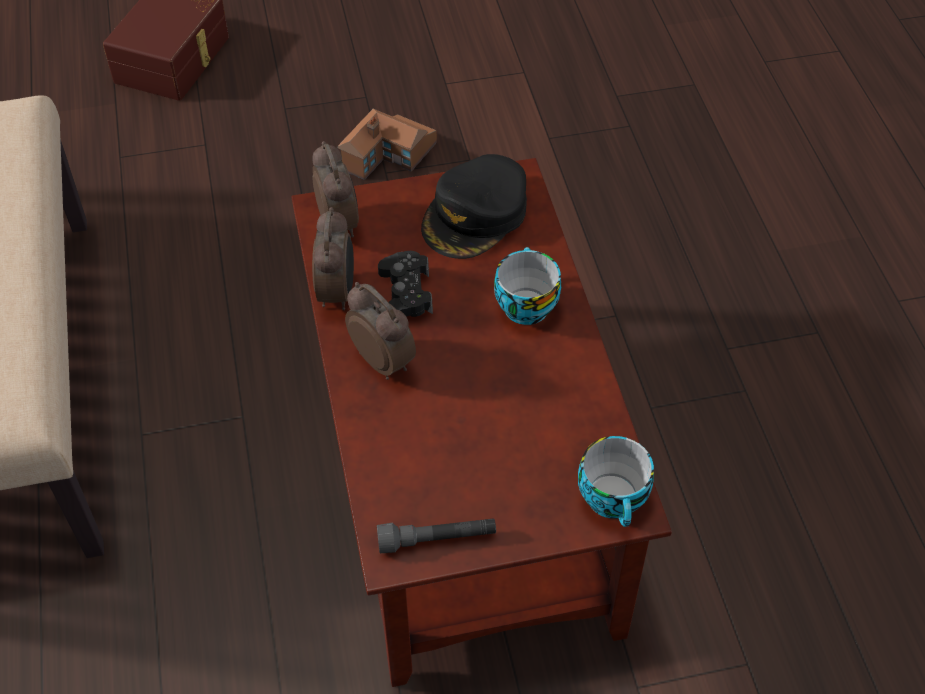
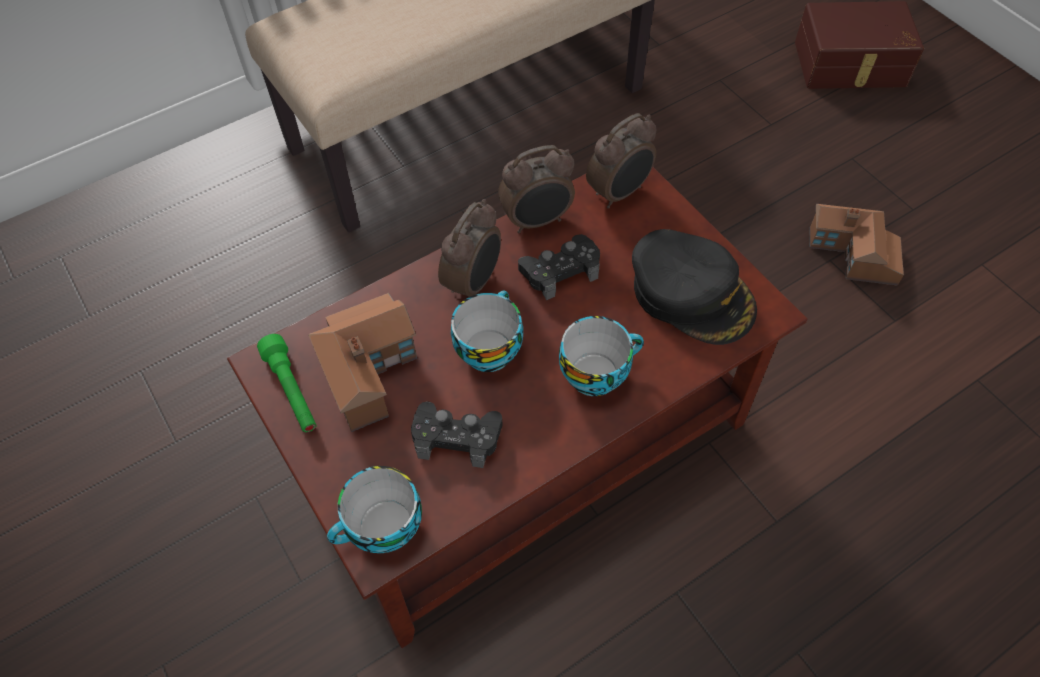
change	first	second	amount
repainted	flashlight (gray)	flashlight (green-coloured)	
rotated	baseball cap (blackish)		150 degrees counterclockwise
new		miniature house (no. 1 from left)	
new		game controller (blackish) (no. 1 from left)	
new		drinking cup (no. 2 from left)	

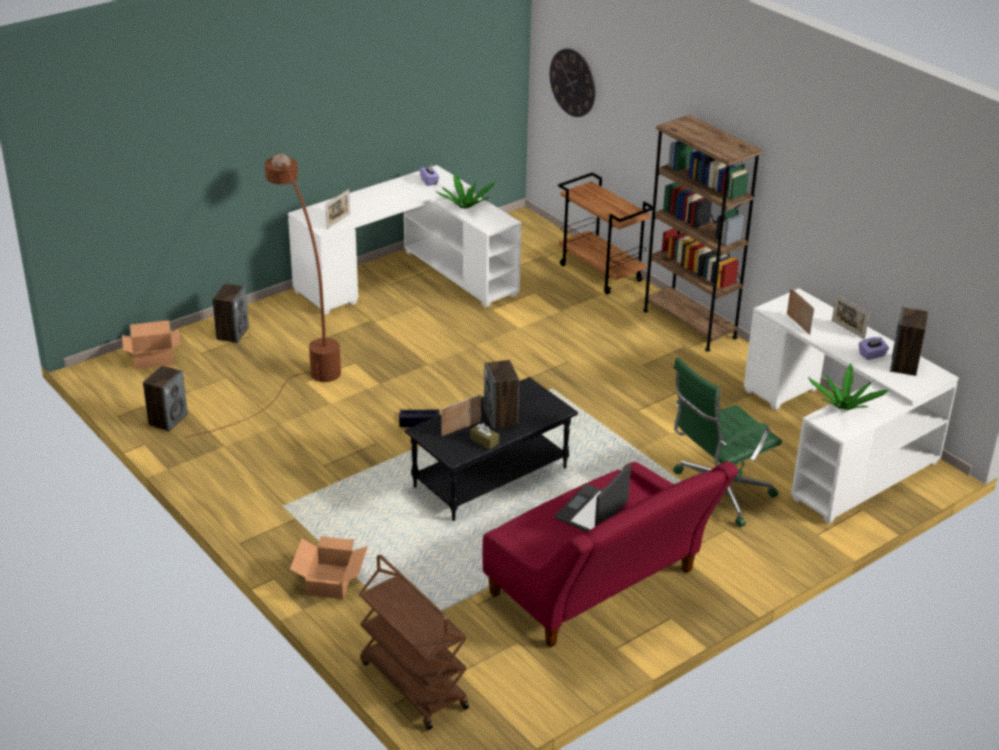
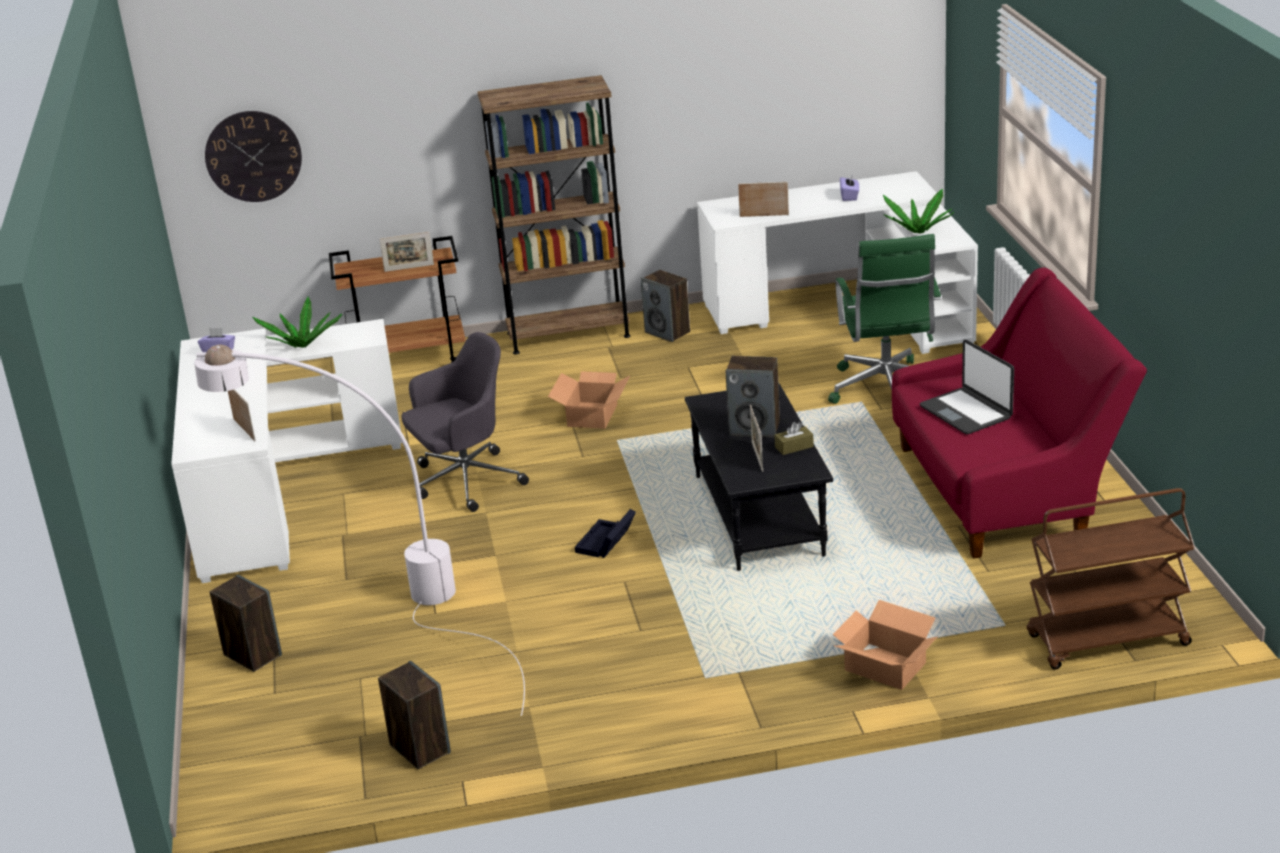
change	first	second	amount
shifted	carton (no. 1 from left)		
repainted	standing lamp (brown)	standing lamp (white)	
shifted	picture frame (no. 4 from left in the first image)	picture frame (no. 2 from left)	
shifted	loudspeaker (no. 4 from left in the first image)	loudspeaker (no. 3 from left)	
new		computer chair (gray)	

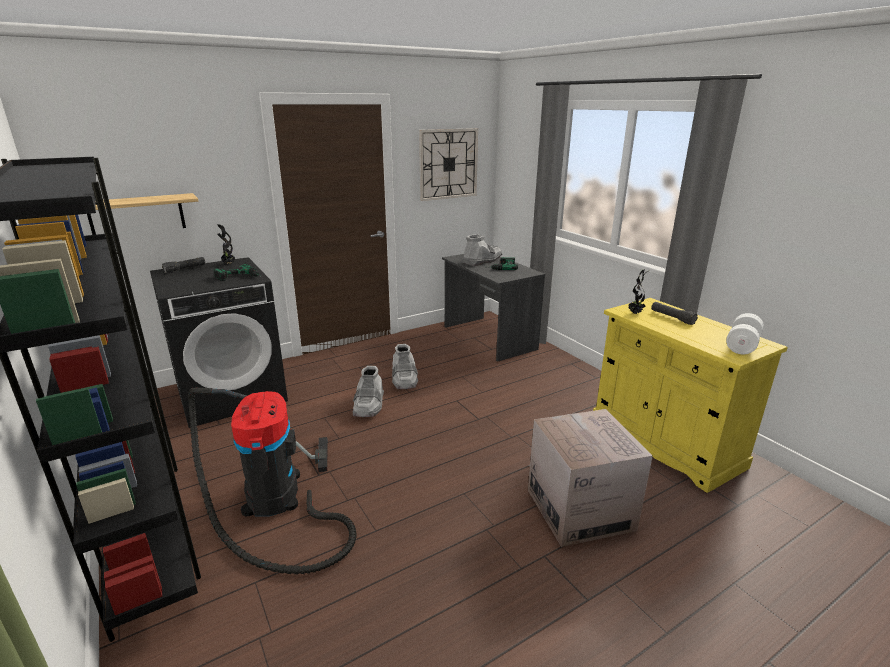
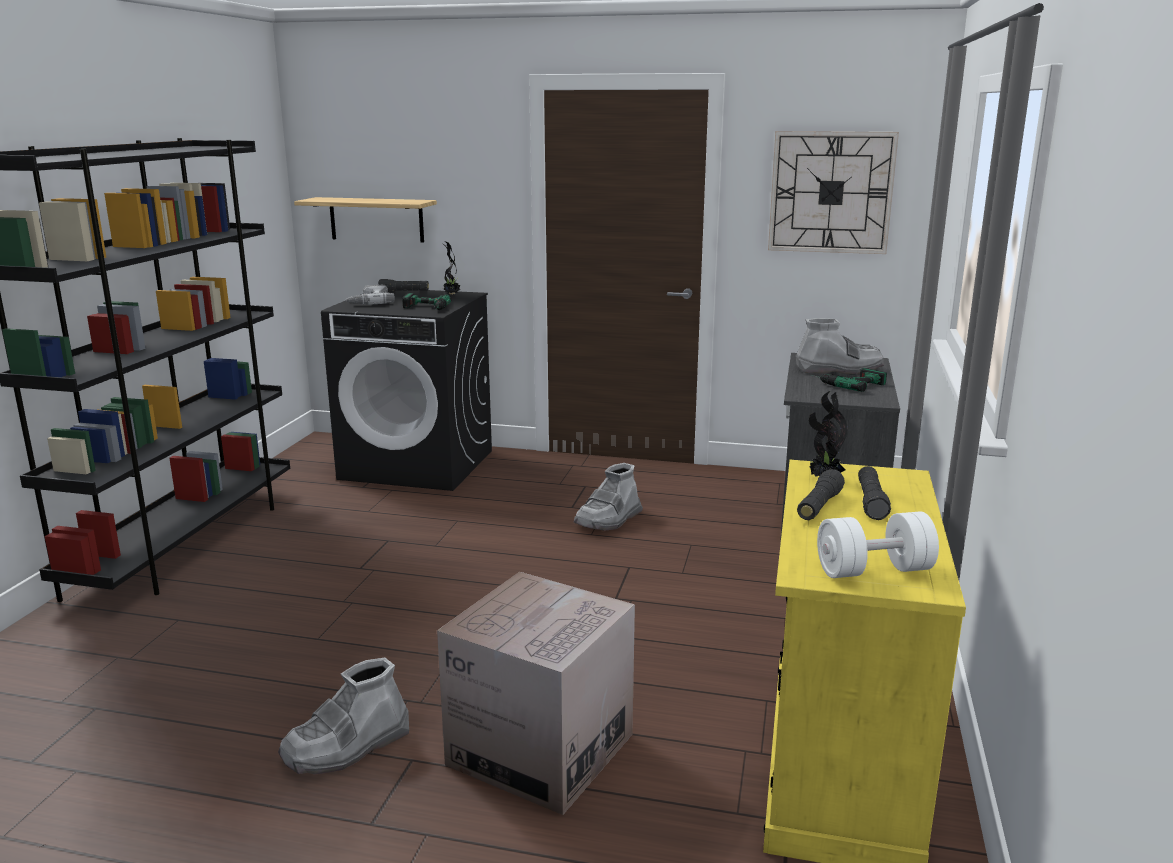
change	first	second	amount
gone	vacuum cleaner		
shifted	tall boot (gray) (no. 1 from left)		
new		electric drill (no. 1 from left)	
new		flashlight (blackish) (no. 2 from left)	

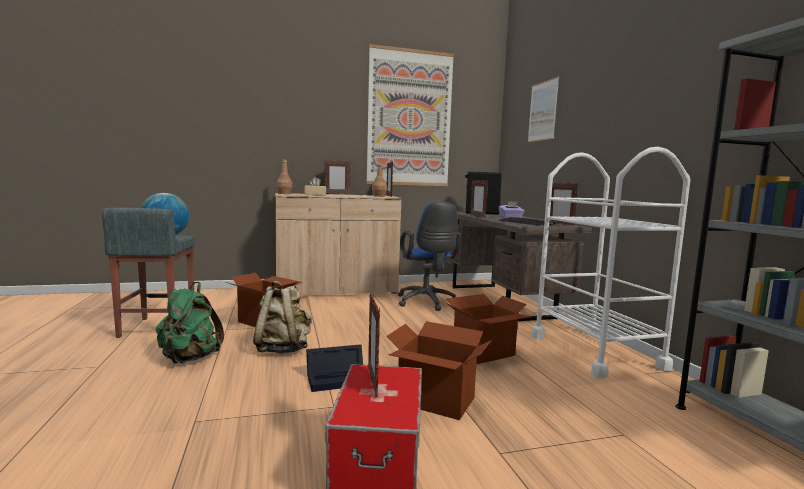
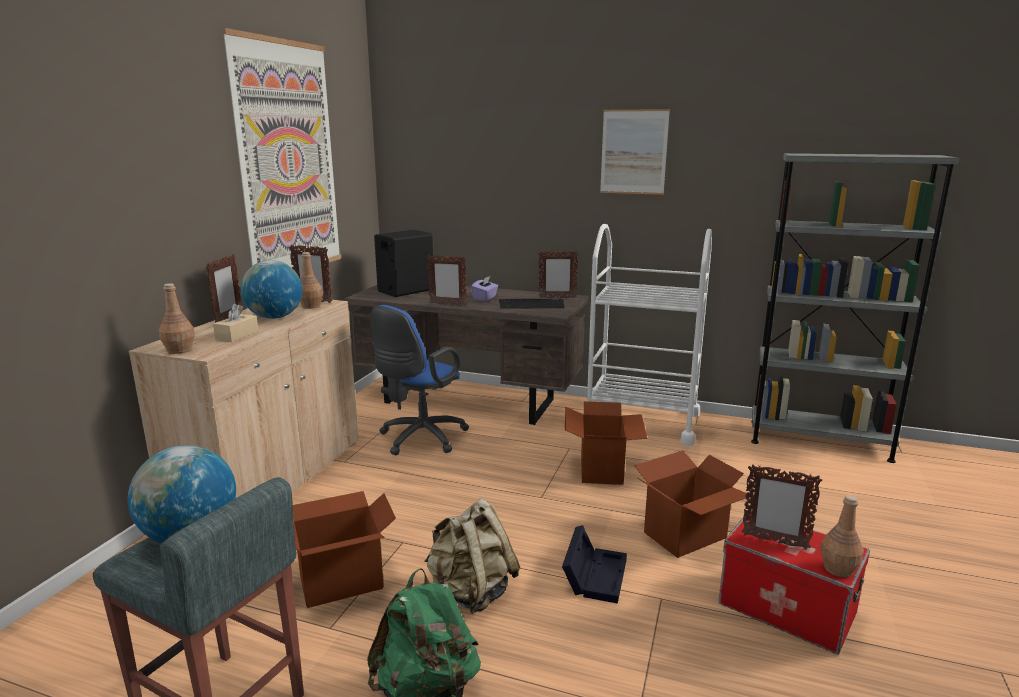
change	first	second	amount
rotated	computer chair (blue)		105 degrees clockwise
shifted	picture (no. 2 from left)		
new		world globe (no. 2 from left)	
new		bottle (brown) (no. 3 from left)	

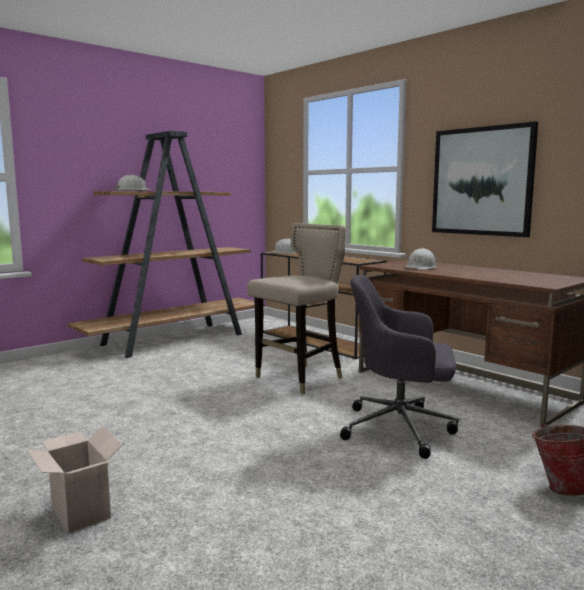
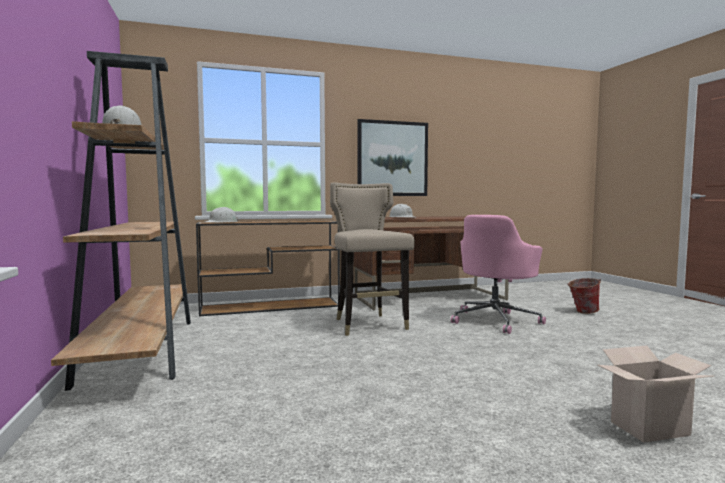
change	first	second	amount
repainted	computer chair (gray)	computer chair (pinkish)	

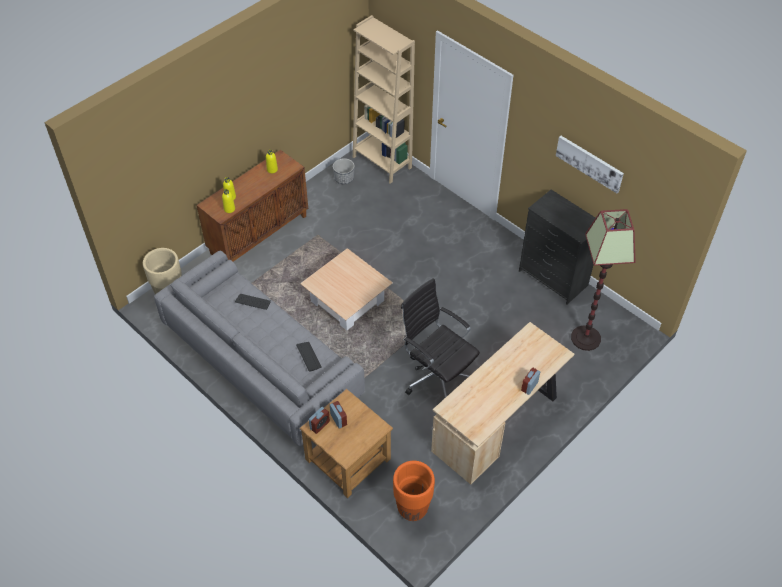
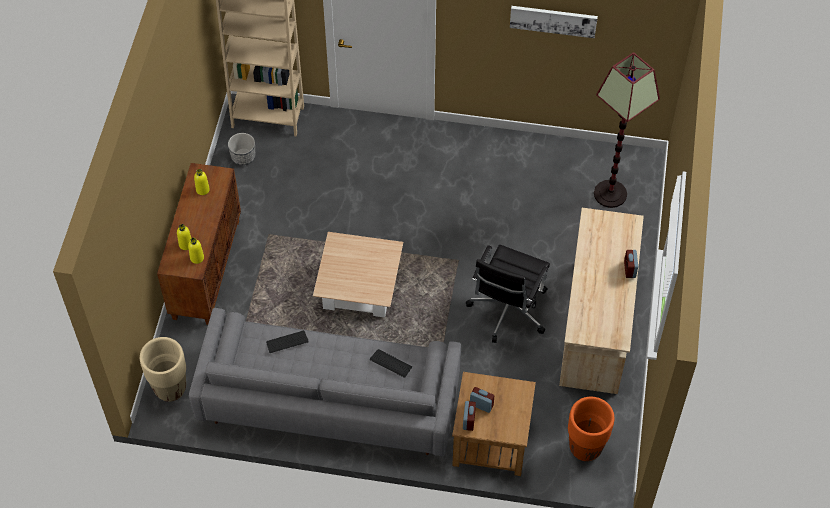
change	first	second	amount
rotated	computer chair (blackish)		75 degrees counterclockwise
gone	chest of drawers (blackish)		

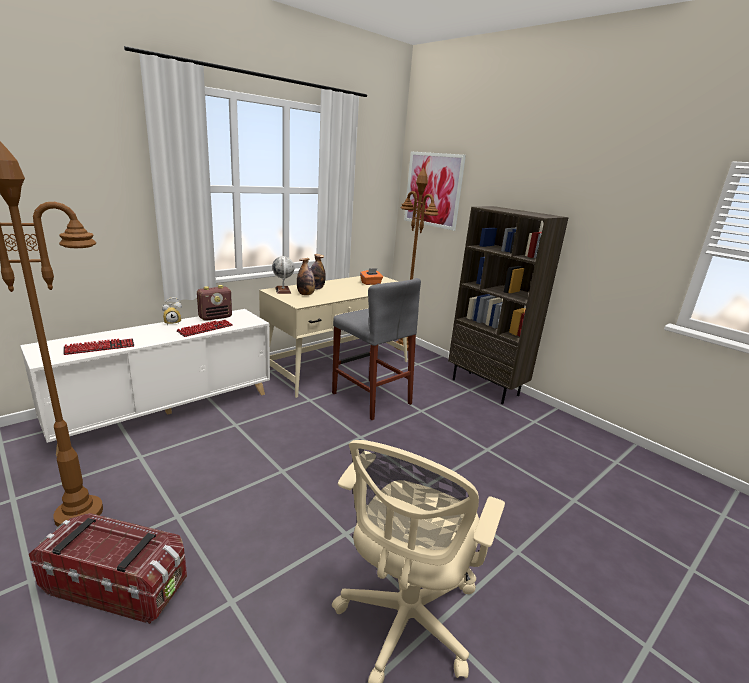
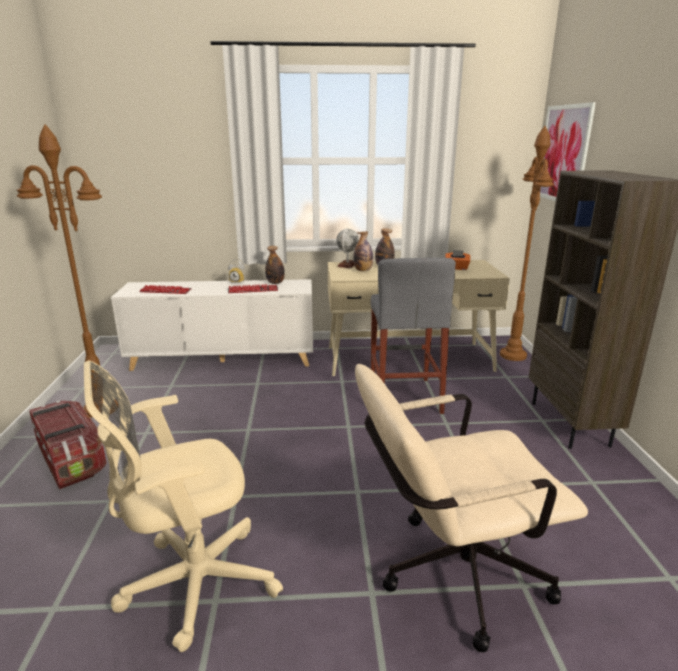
change	first	second	amount
swapped	radio	bottle (no. 1 from left)	
new		computer chair (sand-coloured) (no. 2 from left)	

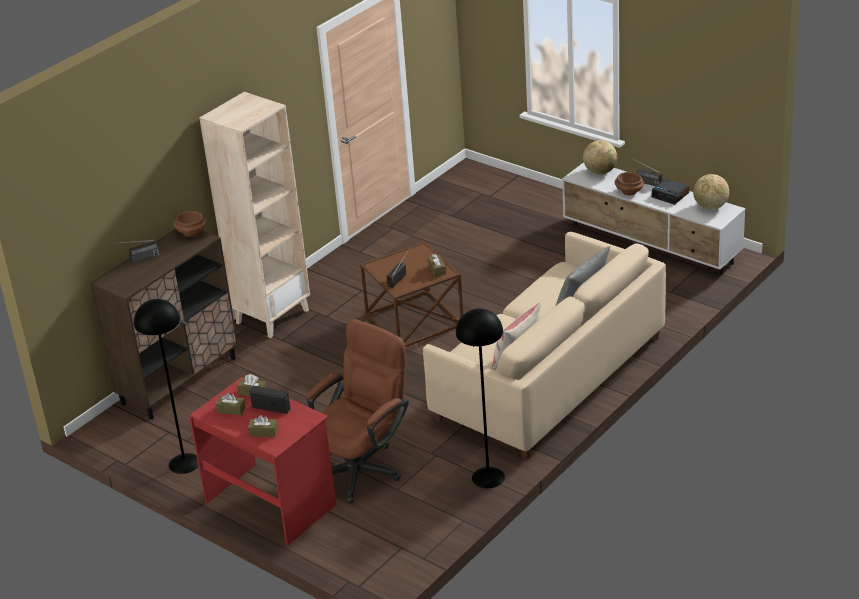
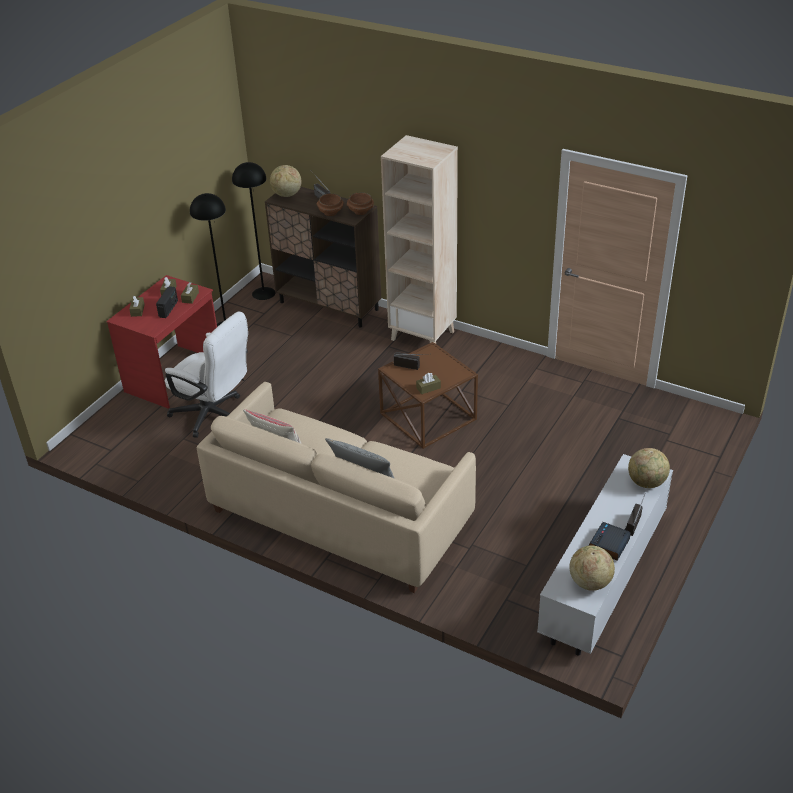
change	first	second	amount
repainted	computer chair (brown)	computer chair (white)	
shifted	standing lamp (blackish) (no. 2 from left)		
shifted	deep dish (brown) (no. 2 from left in the first image)	deep dish (brown) (no. 1 from left)	
new		world globe (no. 1 from left)	

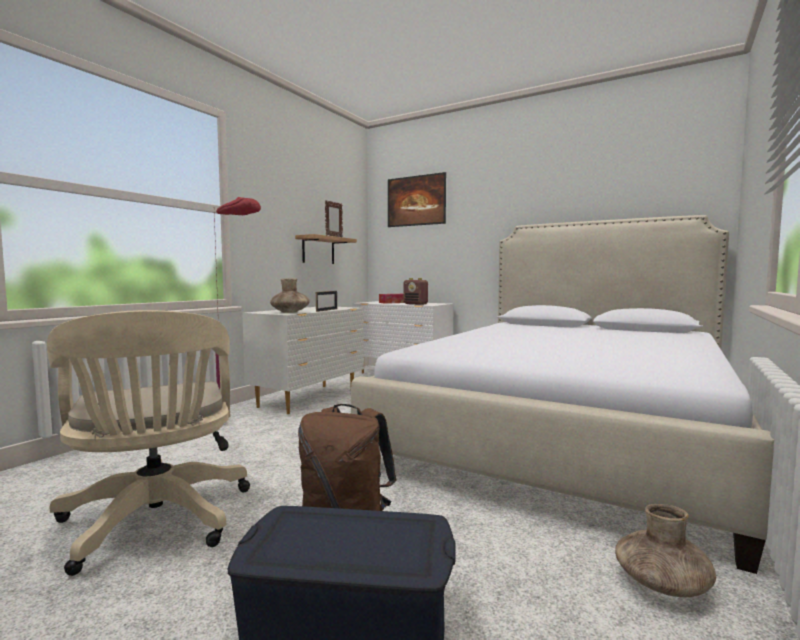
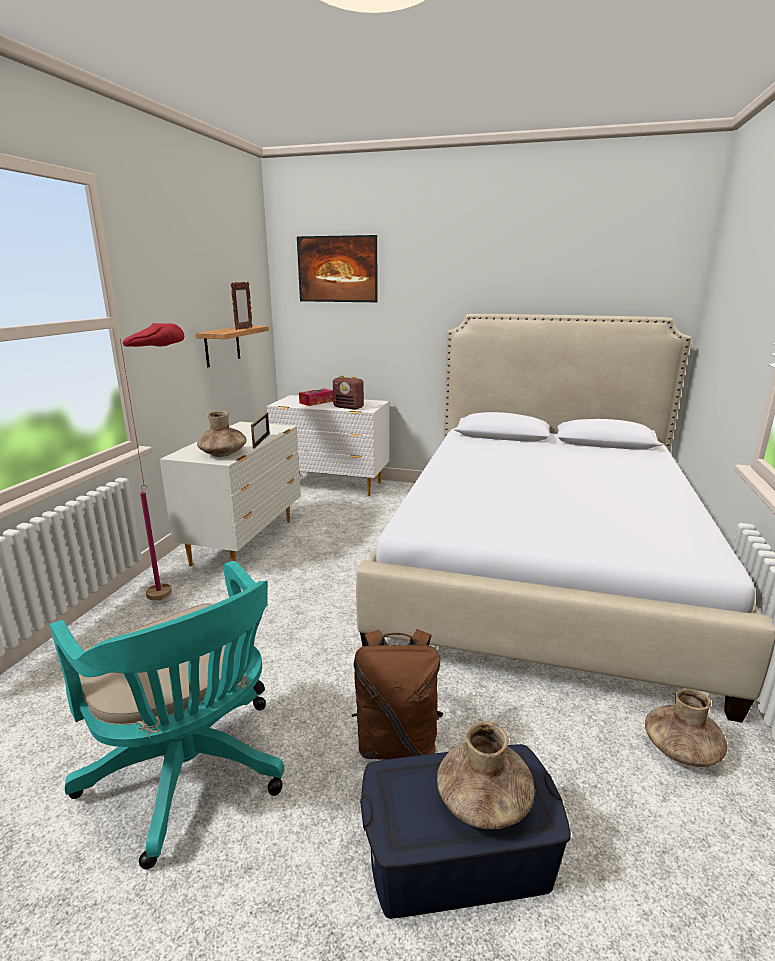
change	first	second	amount
repainted	computer chair (sand-coloured)	computer chair (turquoise)	
new		vase (brown) (no. 2 from left)	

